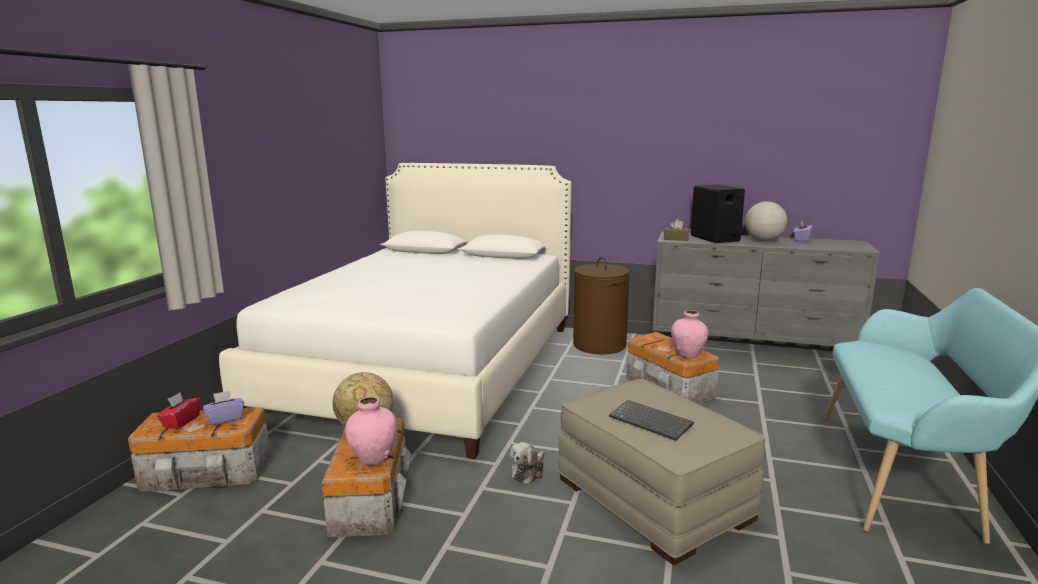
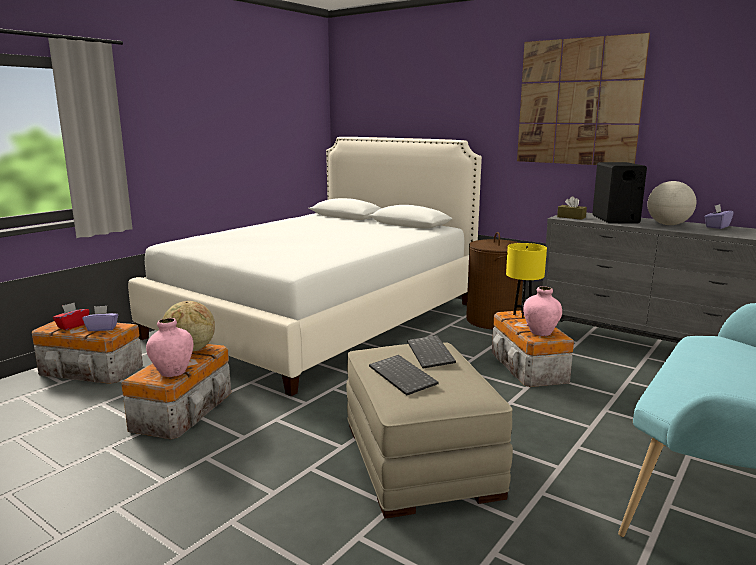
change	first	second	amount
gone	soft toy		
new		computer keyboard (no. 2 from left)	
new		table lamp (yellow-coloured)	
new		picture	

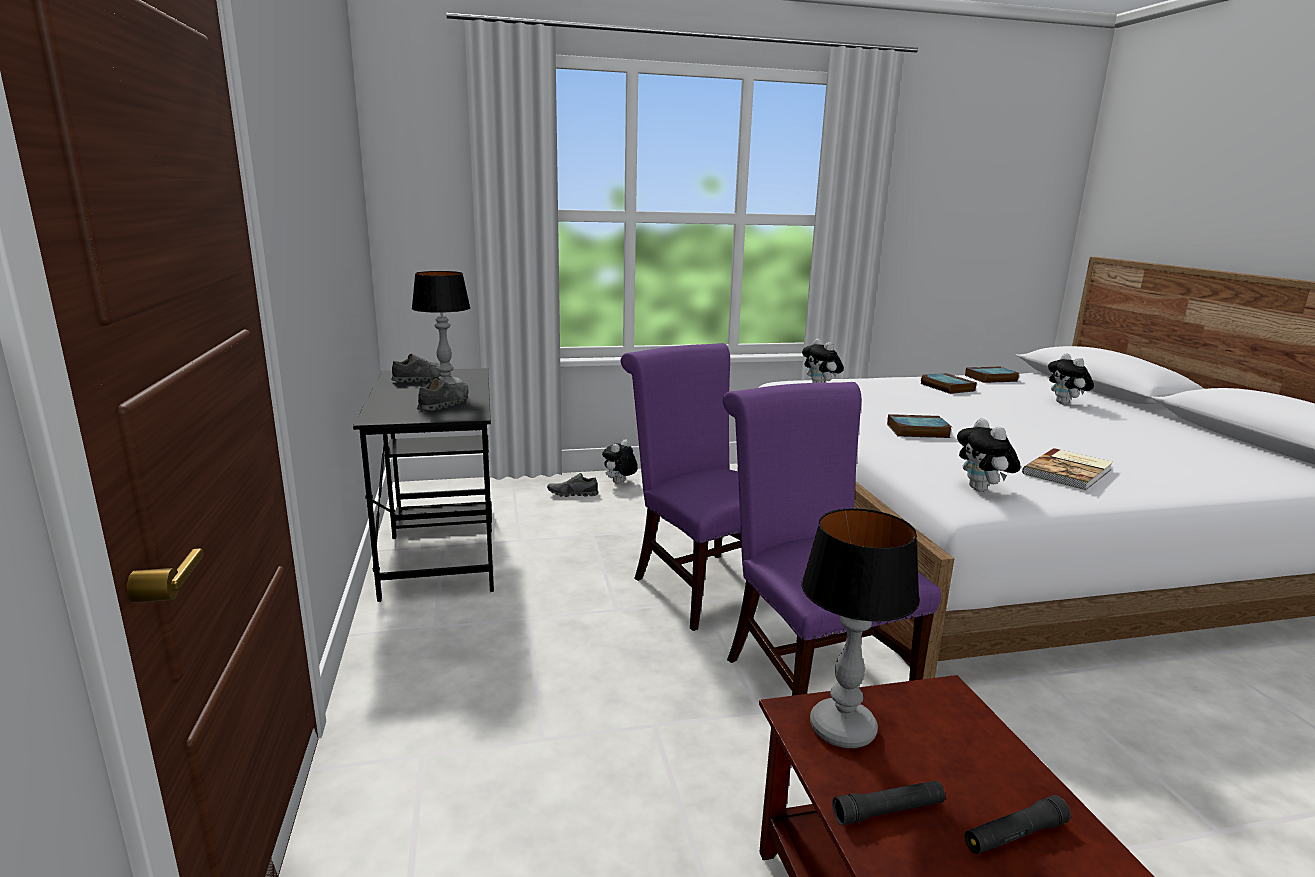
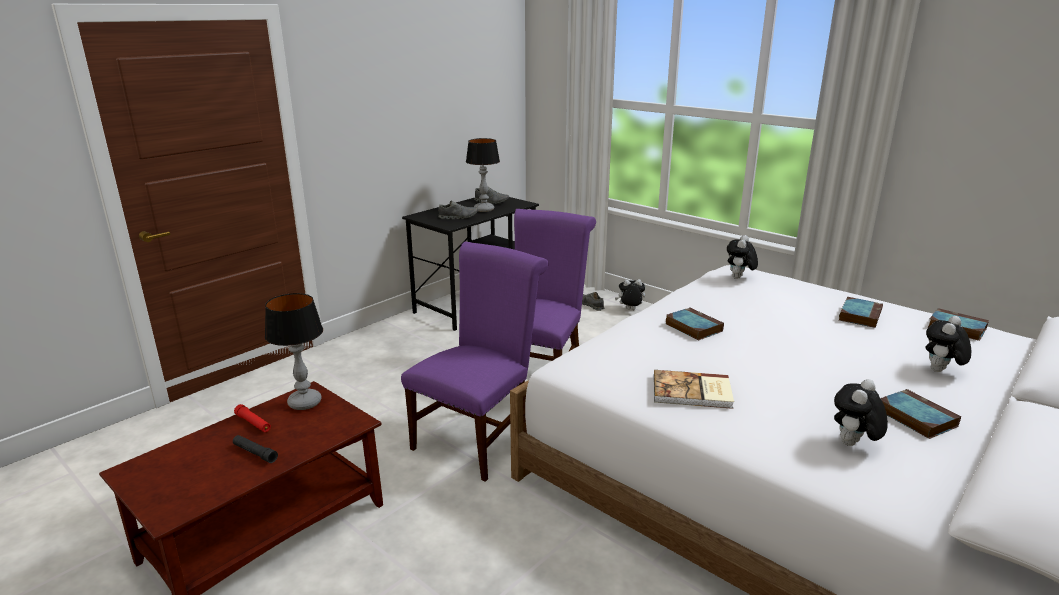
change	first	second	amount
repainted	flashlight (blackish) (no. 1 from left)	flashlight (reddish)	
shifted	soft toy (no. 3 from left)		
new		bound book (no. 4 from left)	

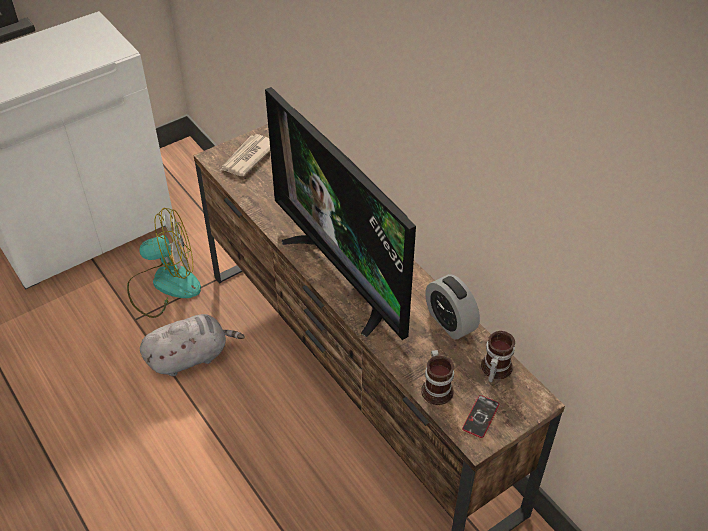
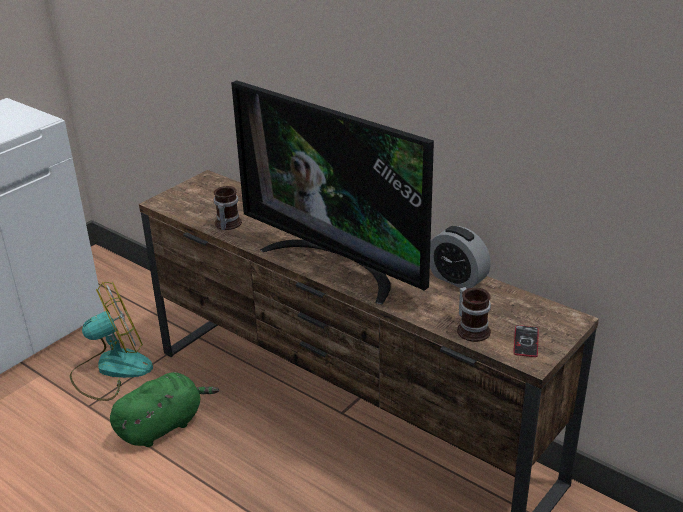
change	first	second	amount
repainted	soft toy (gray)	soft toy (green-coloured)	
gone	newspaper		
shifted	mug (no. 2 from left in the first image)	mug (no. 1 from left)	

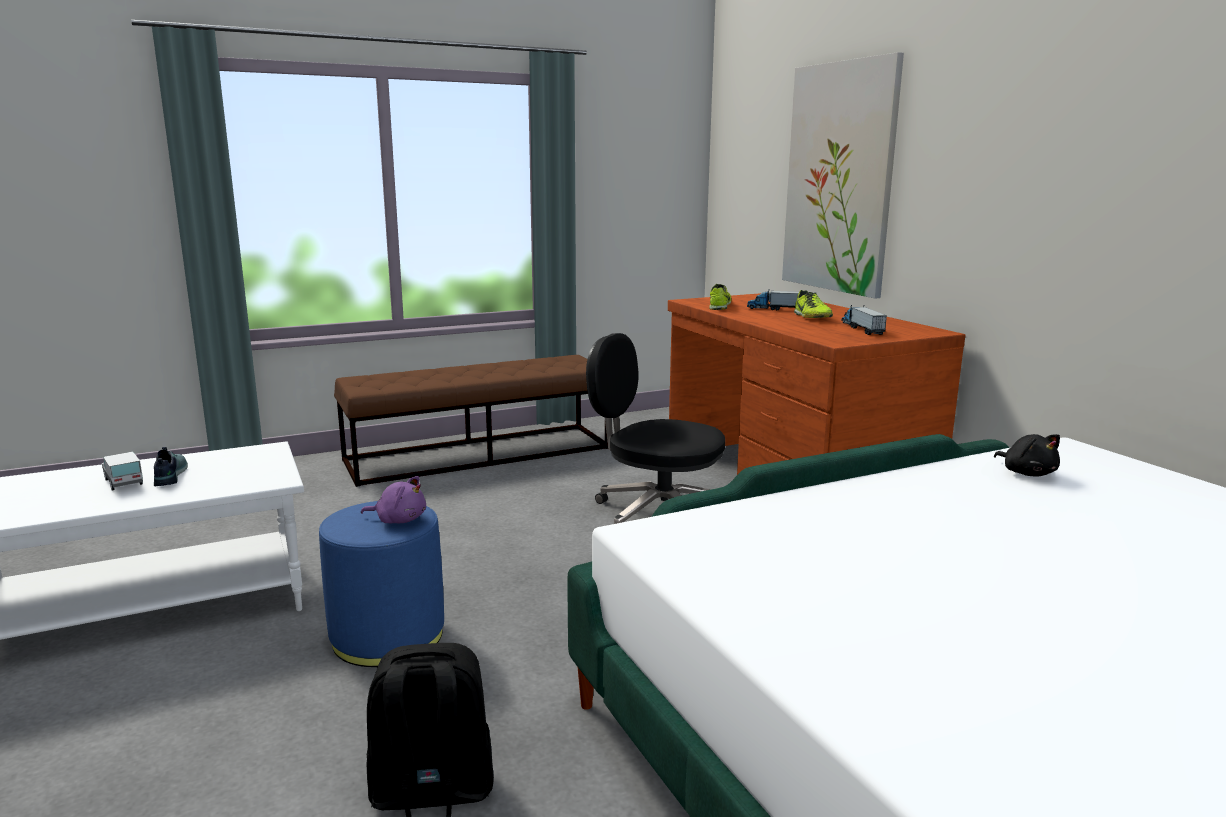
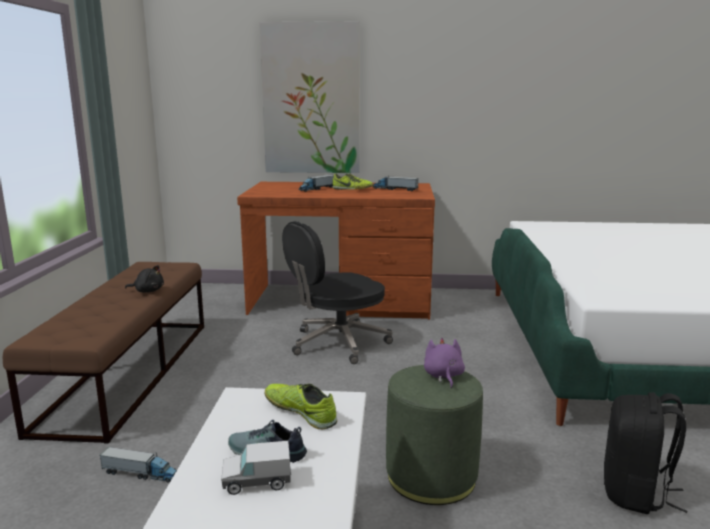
change	first	second	amount
repainted	footrest (blue)	footrest (green-coloured)	
rotated	soft toy (purple)		45 degrees counterclockwise
shifted	low shoe (no. 2 from left)		
shifted	soft toy (blackish)		
new		toy truck (no. 1 from left)	

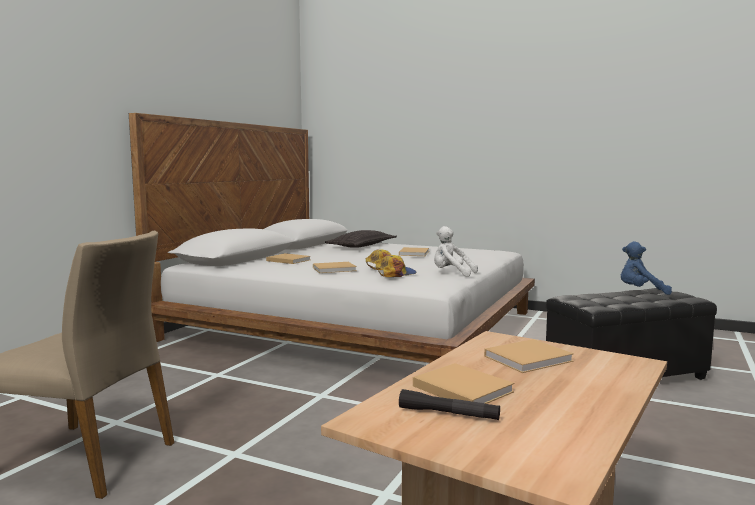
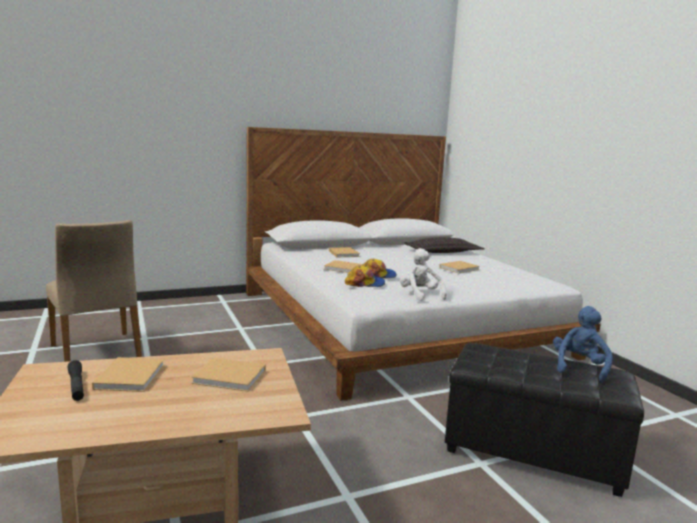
change	first	second	amount
rotated	soft toy (blue)		60 degrees clockwise

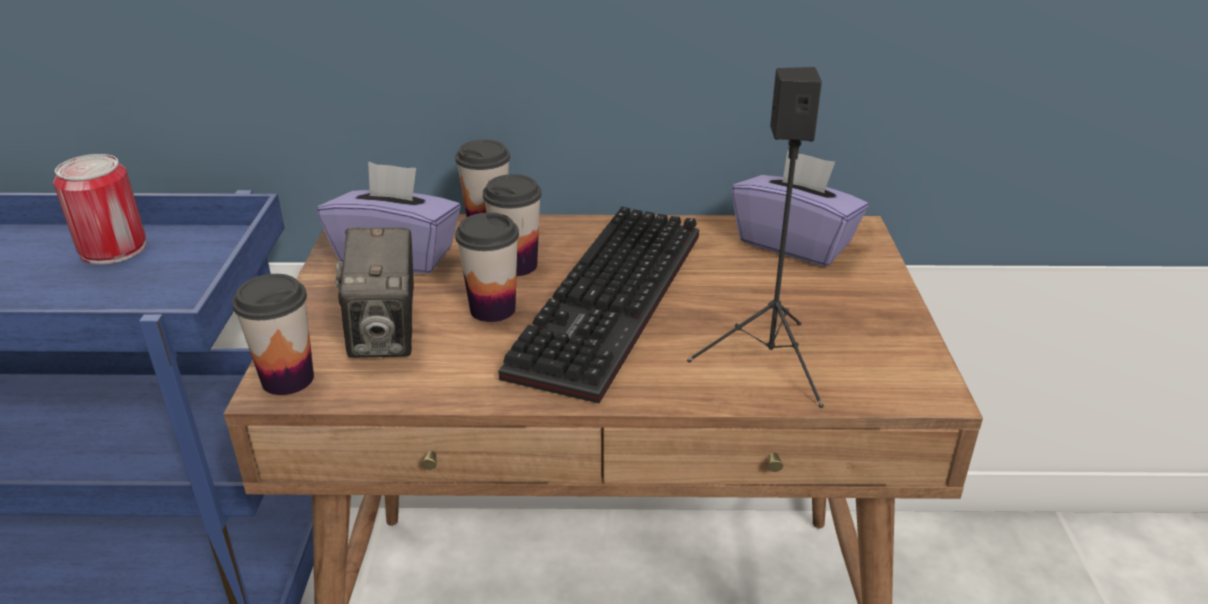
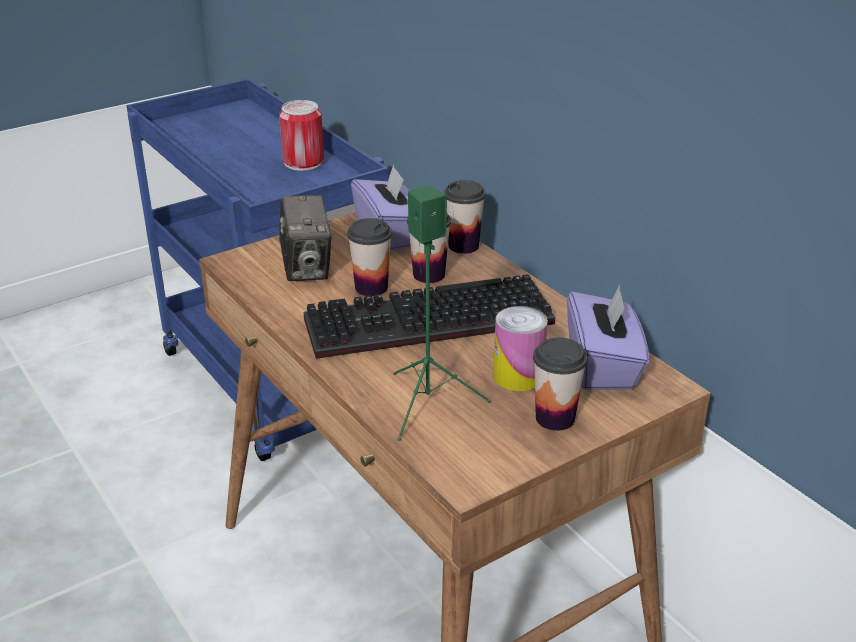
change	first	second	amount
shifted	drinking cup (no. 1 from left in the first image)	drinking cup (no. 4 from left)	
rotated	photo camera		60 degrees counterclockwise
repainted	loudspeaker (blackish)	loudspeaker (green-coloured)	
new		can (no. 2 from left)	

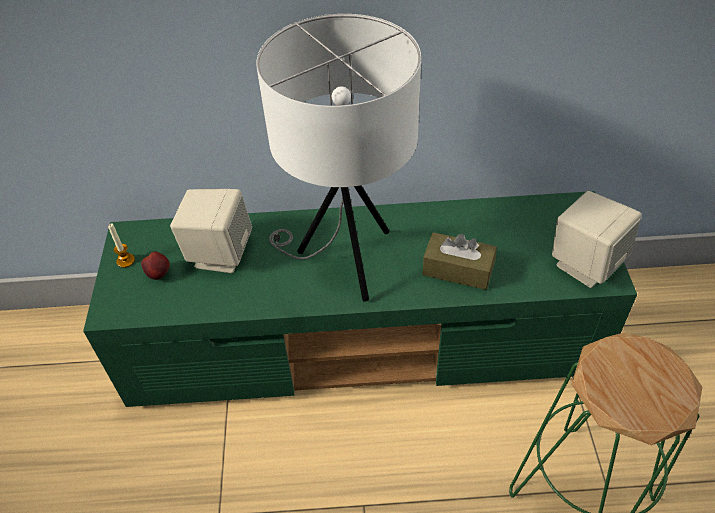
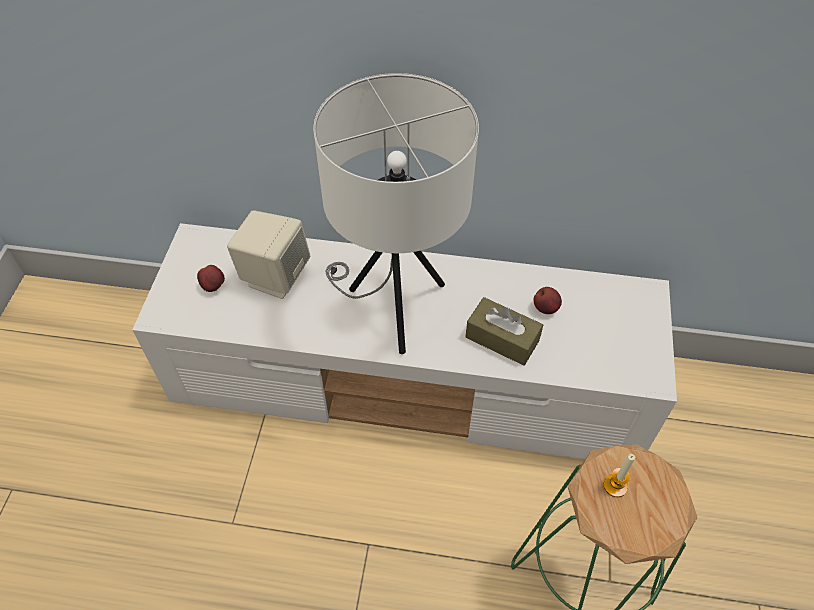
change	first	second	amount
repainted	tv unit (green-coloured)	tv unit (white)	
shifted	wax light		
gone	loudspeaker (sand-coloured) (no. 2 from left)		
new		apple (no. 2 from left)	

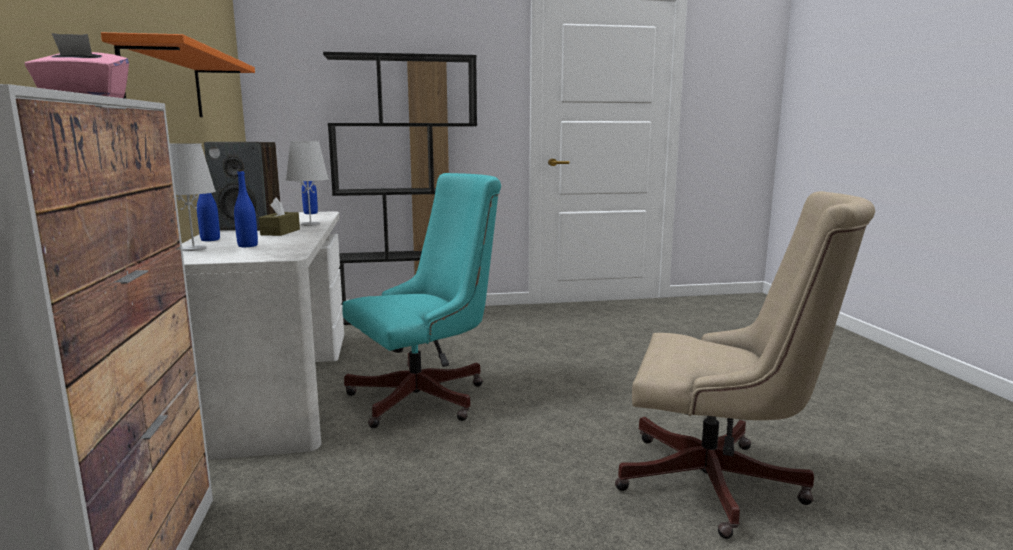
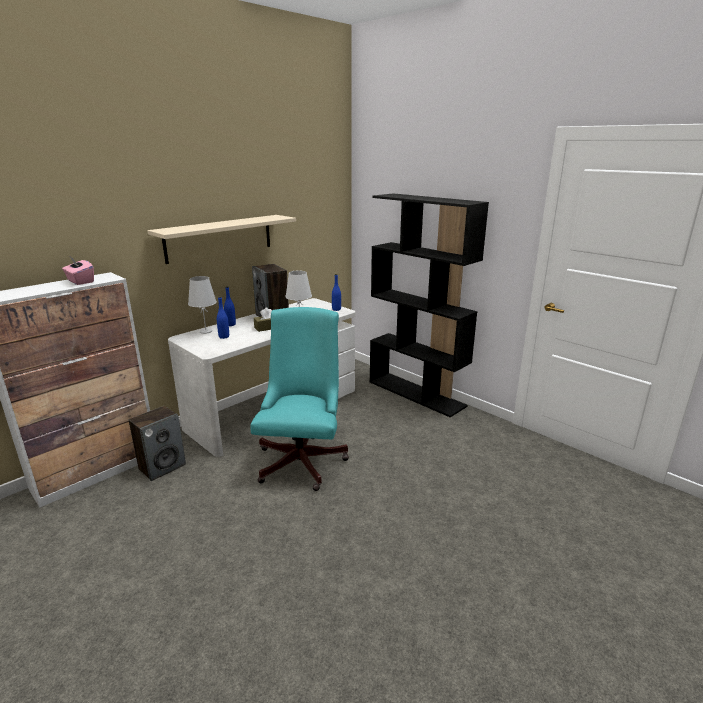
change	first	second	amount
repainted	bracket shelf (orangey)	bracket shelf (sand-coloured)	
rotated	computer chair (turquoise)		105 degrees counterclockwise
gone	computer chair (sand-coloured)		
new		loudspeaker (no. 1 from left)	

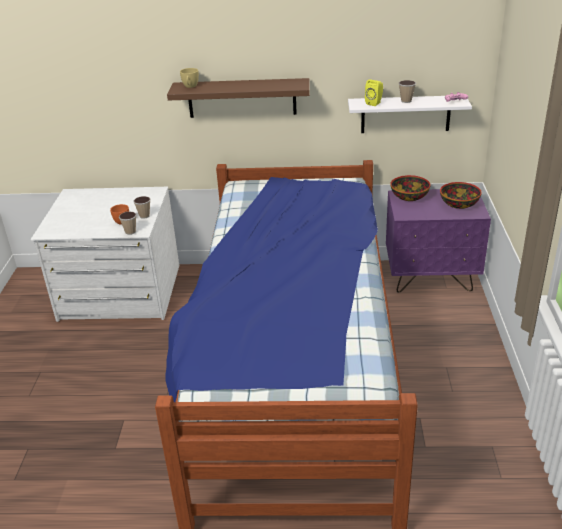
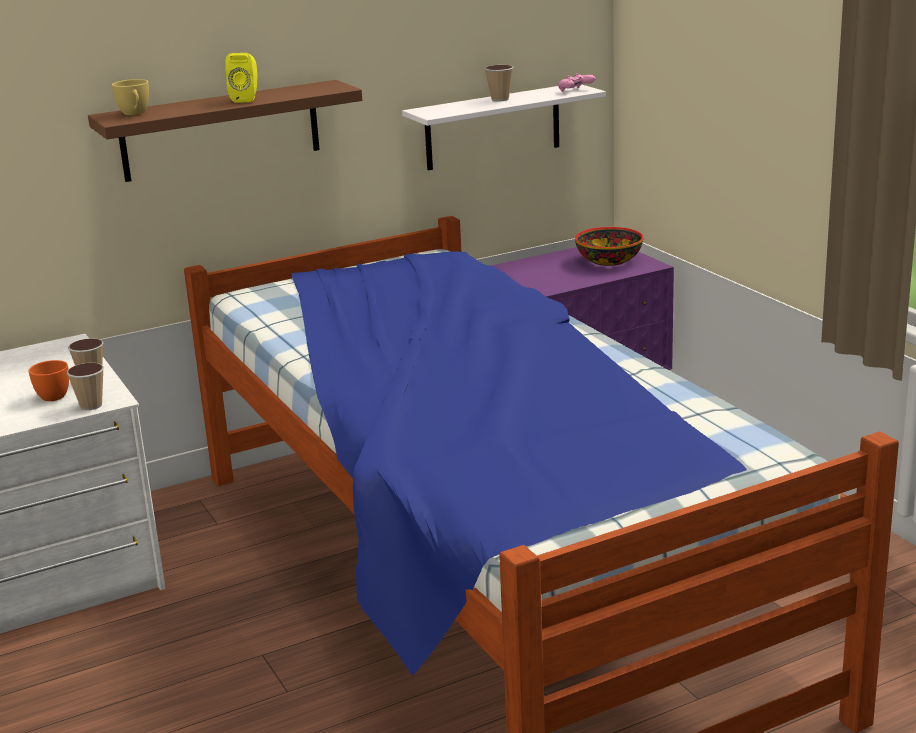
change	first	second	amount
shifted	loudspeaker (yellow-coloured)		
gone	deep dish (no. 1 from left)		

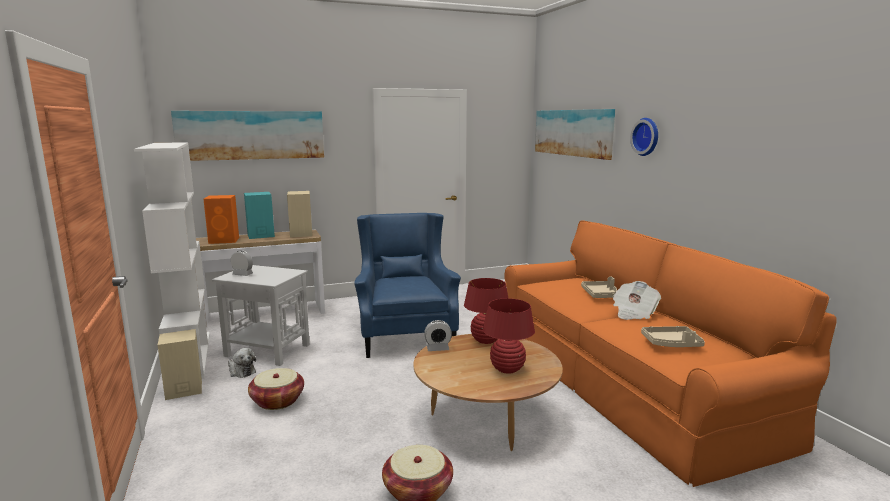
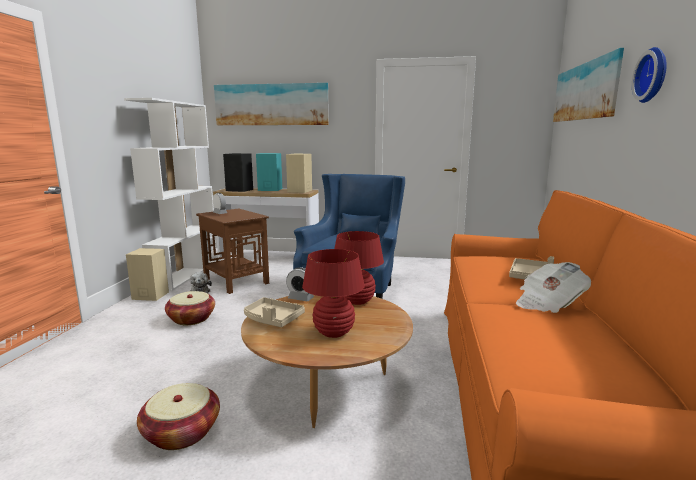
change	first	second	amount
repainted	loudspeaker (orangey)	loudspeaker (blackish)	
repainted	side table (white)	side table (brown)	
shifted	tray (sand-coloured) (no. 2 from left in the first image)	tray (sand-coloured) (no. 1 from left)	

